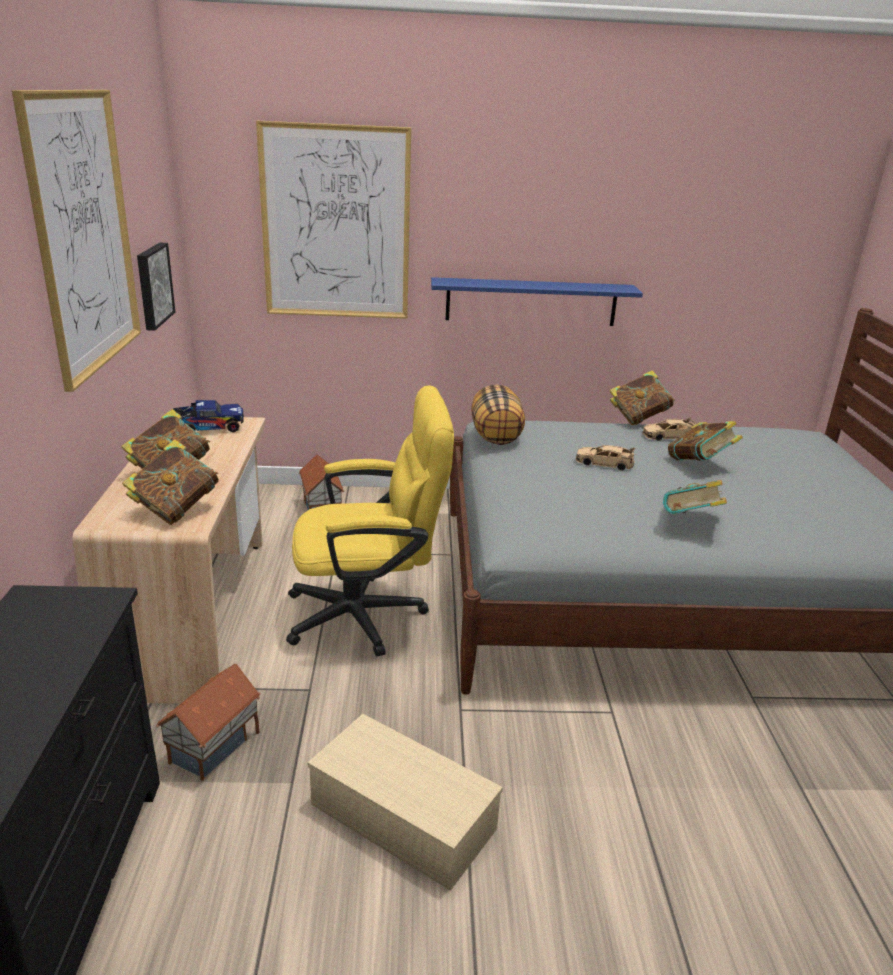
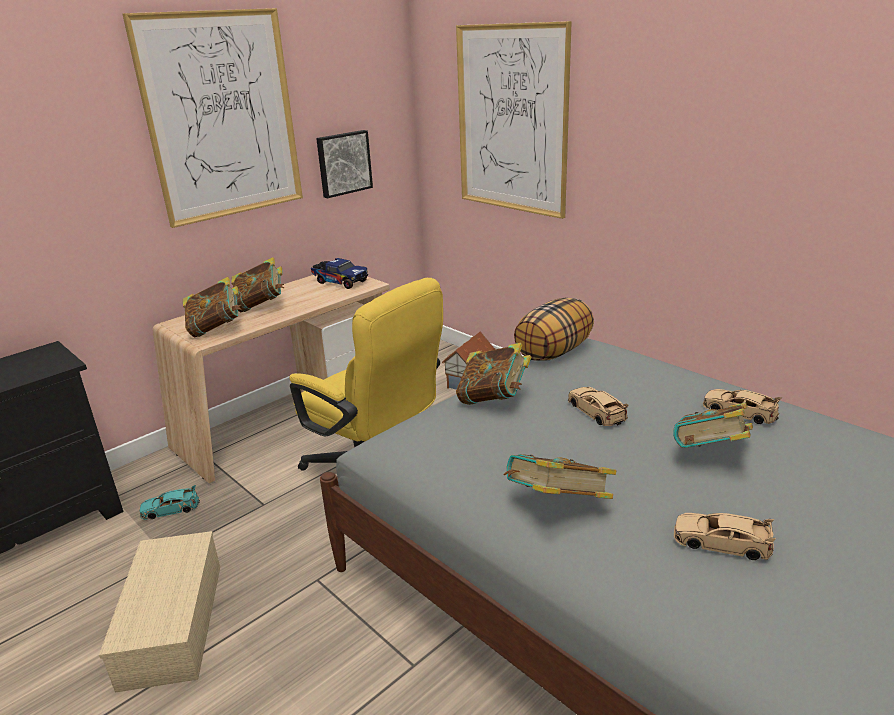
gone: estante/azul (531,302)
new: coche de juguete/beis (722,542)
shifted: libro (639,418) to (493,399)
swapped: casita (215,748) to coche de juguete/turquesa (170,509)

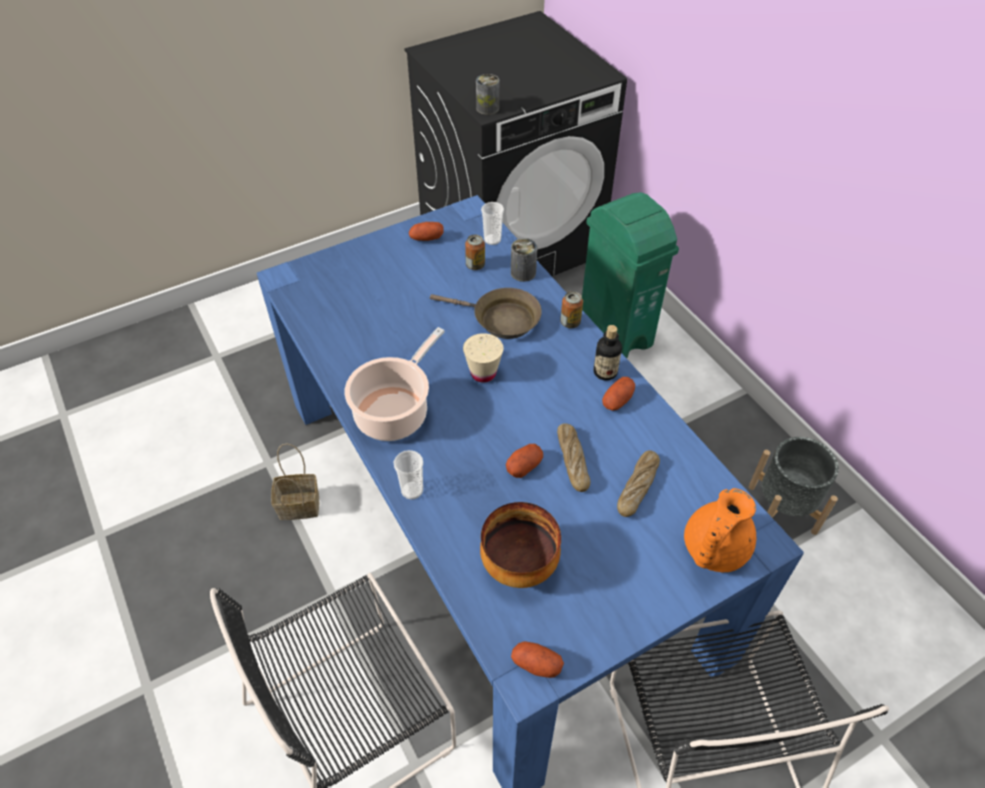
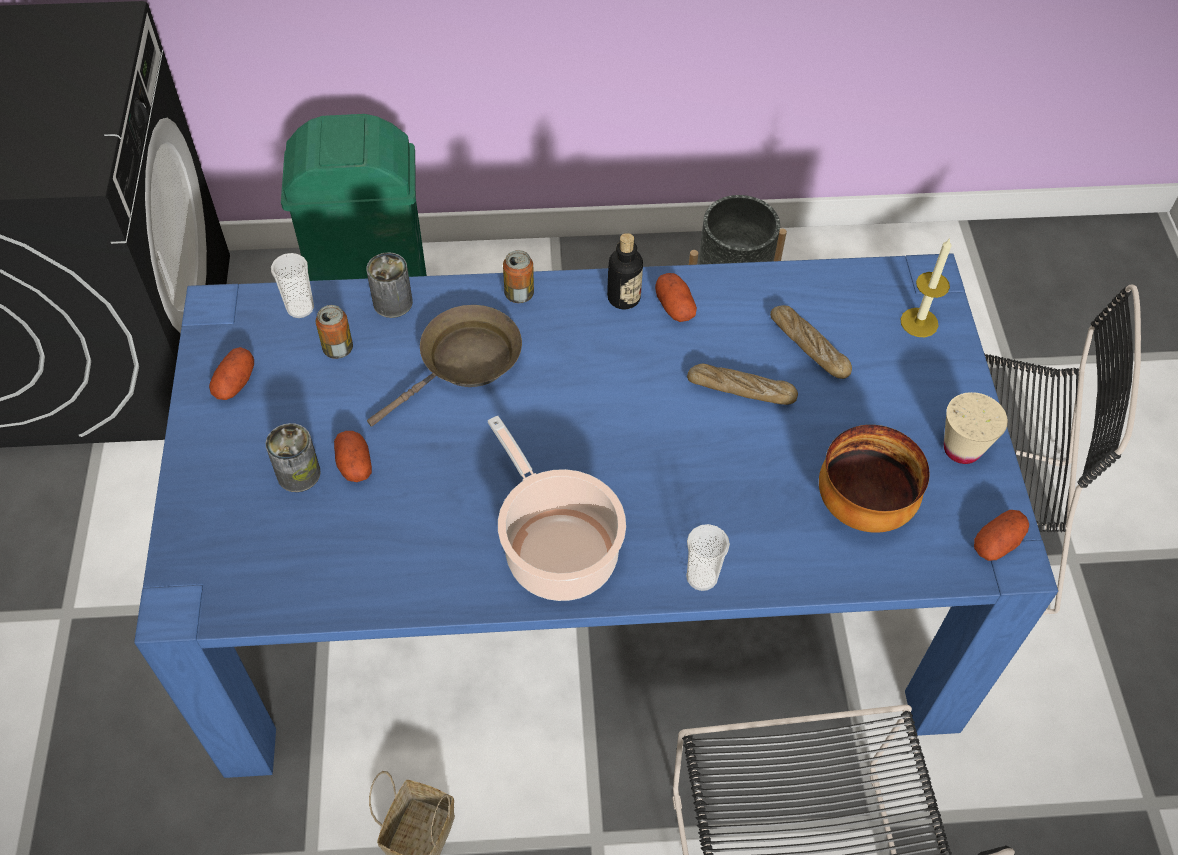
shifted: lata (487,108) to (298,473); patata (524,466) to (354,464); taza/beis (483,373) to (961,449)
swapped: tetera/naranja (712,549) to vela (919,322)

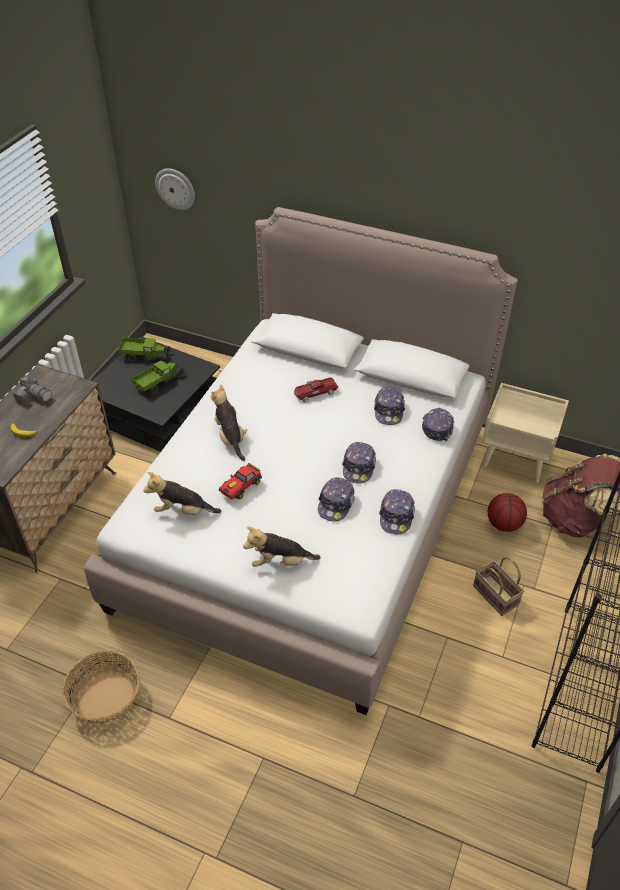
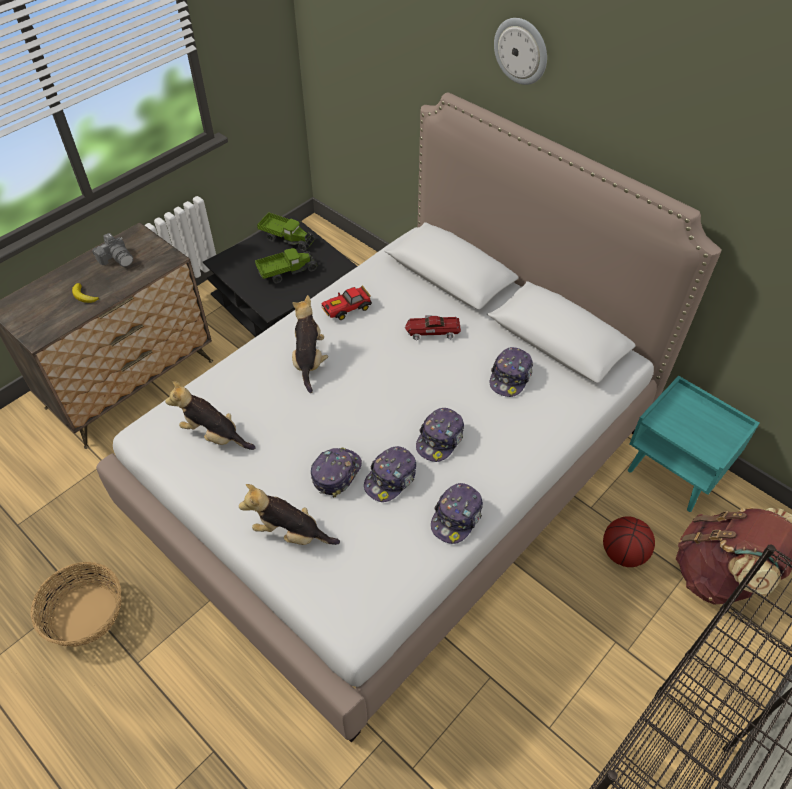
gone: cesta (494,595)
shifted: gorra (437,427) to (336,473); coche de juguete (240,487) to (346,309); reloj de pared (175,188) to (521,51)
repainted: mesita de noche/beis (516,458) to mesita de noche/turquesa (674,473)

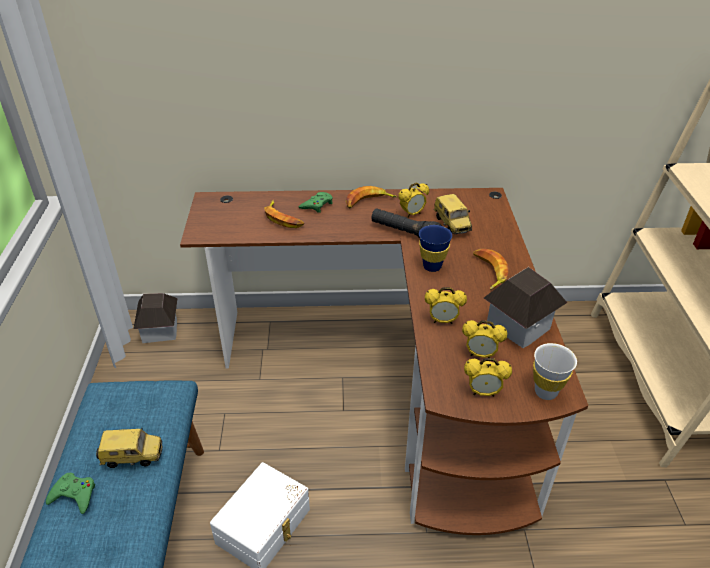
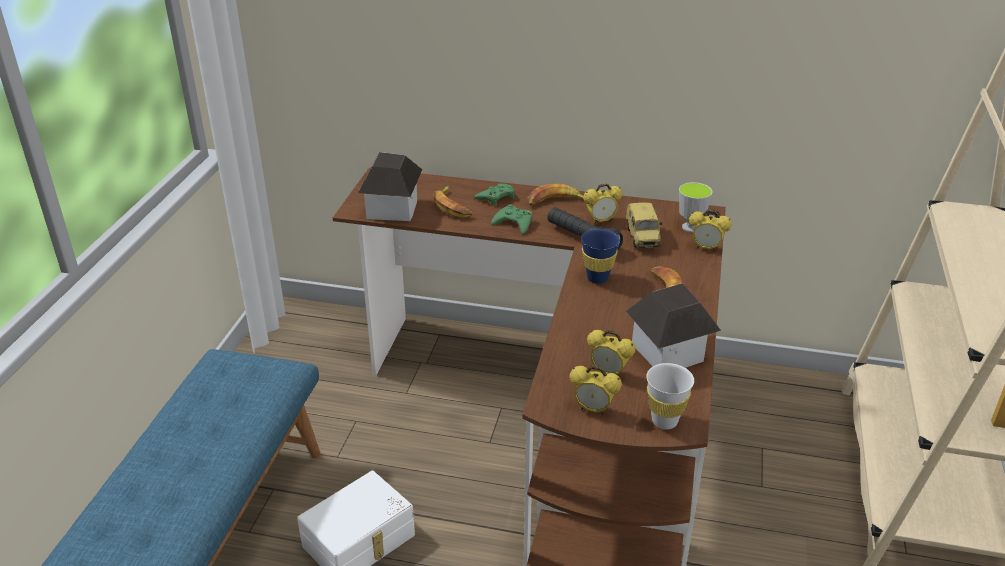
gone: coche de juguete (133,456)
new: taza (690,227)
shifted: casita (160,330) to (392,209); mando de consola/verde (74,495) to (514,223); despertador (442,321) to (706,248)

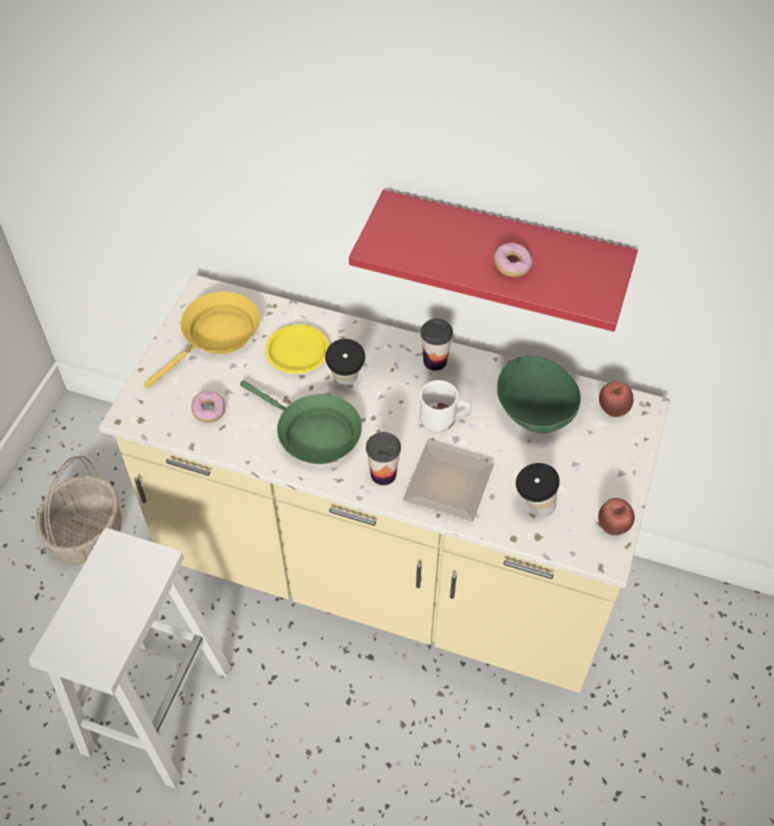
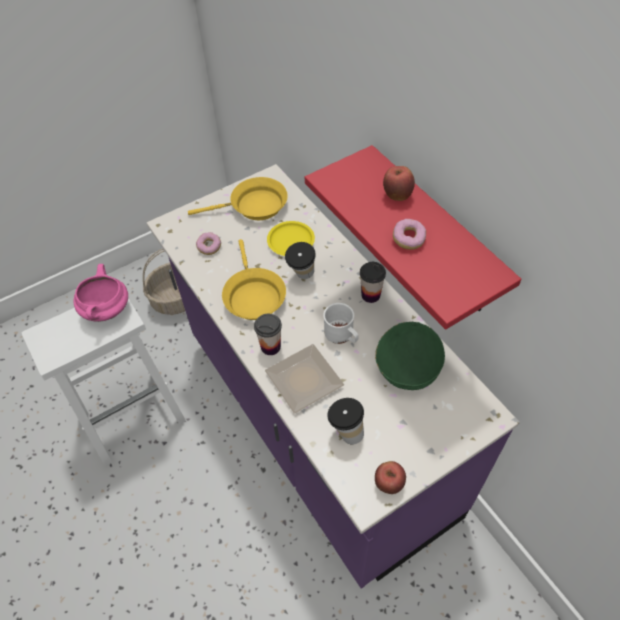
new: olla/rosa (107,311)
shifted: manzana (613,410) to (397,195)
repainted: mueble bajo de cocina/beis (387,570) to mueble bajo de cocina/morado (315,425); sartén/verde (313,434) to sartén/amarillo (253,296)

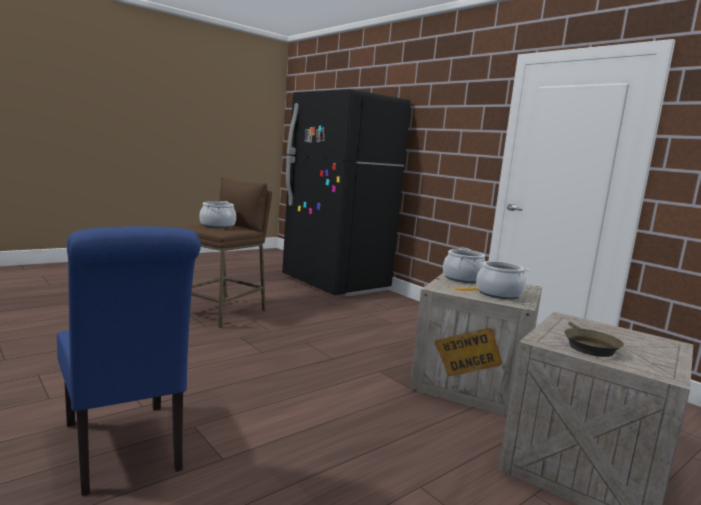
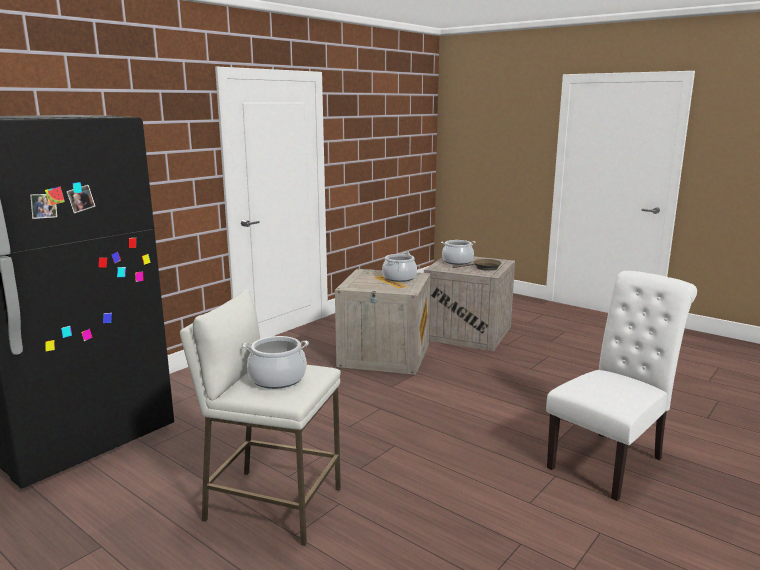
shifted: olla (463,278) to (457,261)
repainted: taburete/marrón (223,312) to taburete/blanco (272,505); silla/azul (125,450) to silla/blanco (610,460)

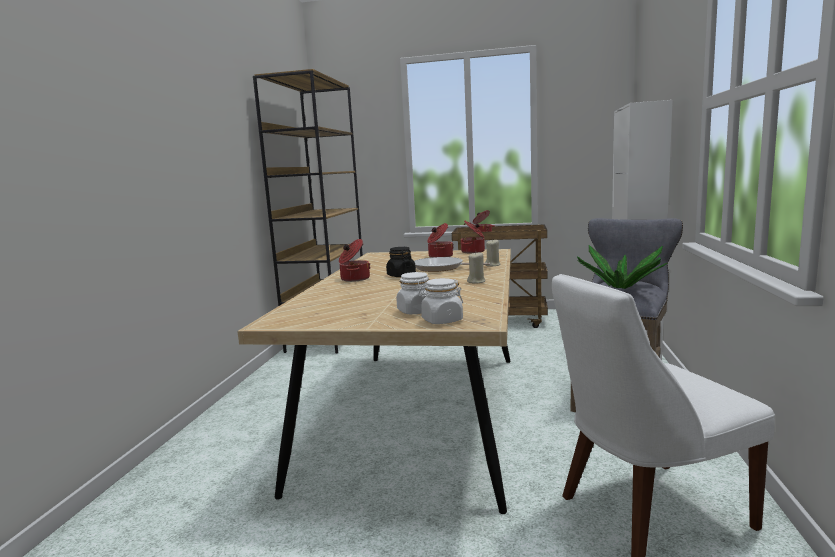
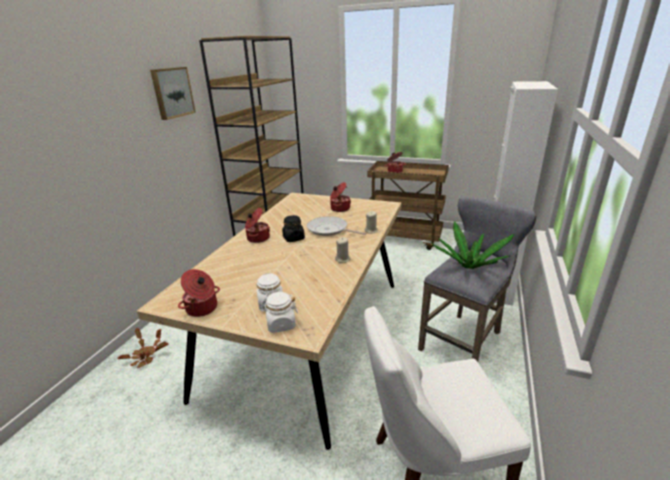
new: planta en maceta (145,356); cuadro (172,92)
shifted: olla (473,251) to (202,308)

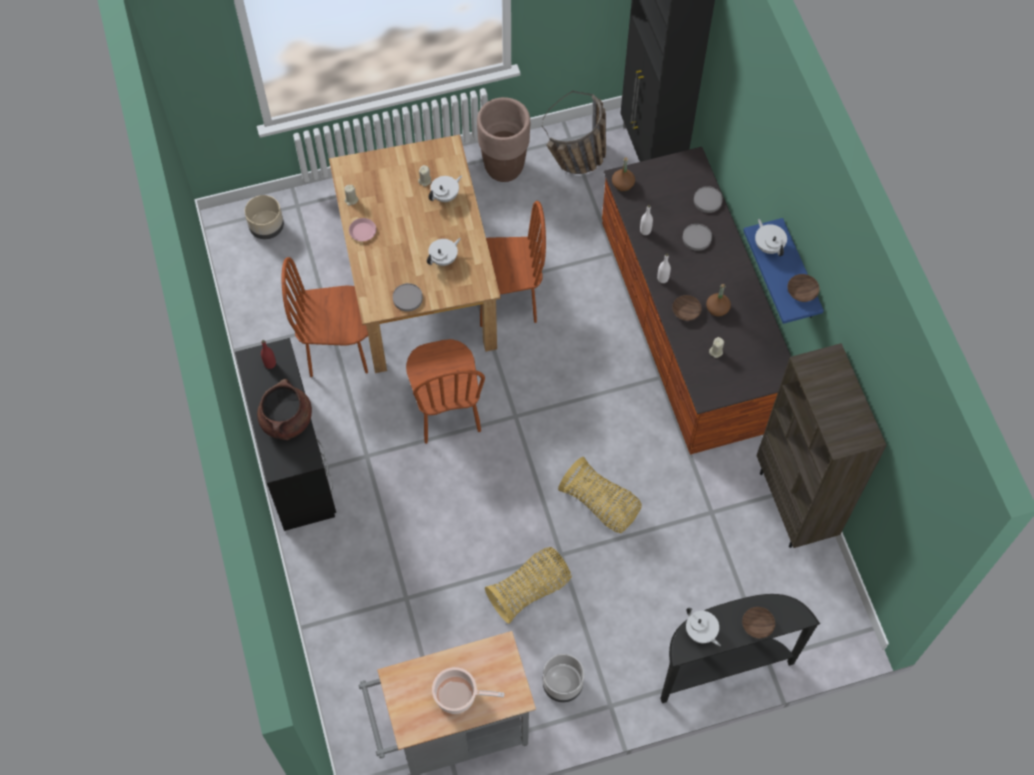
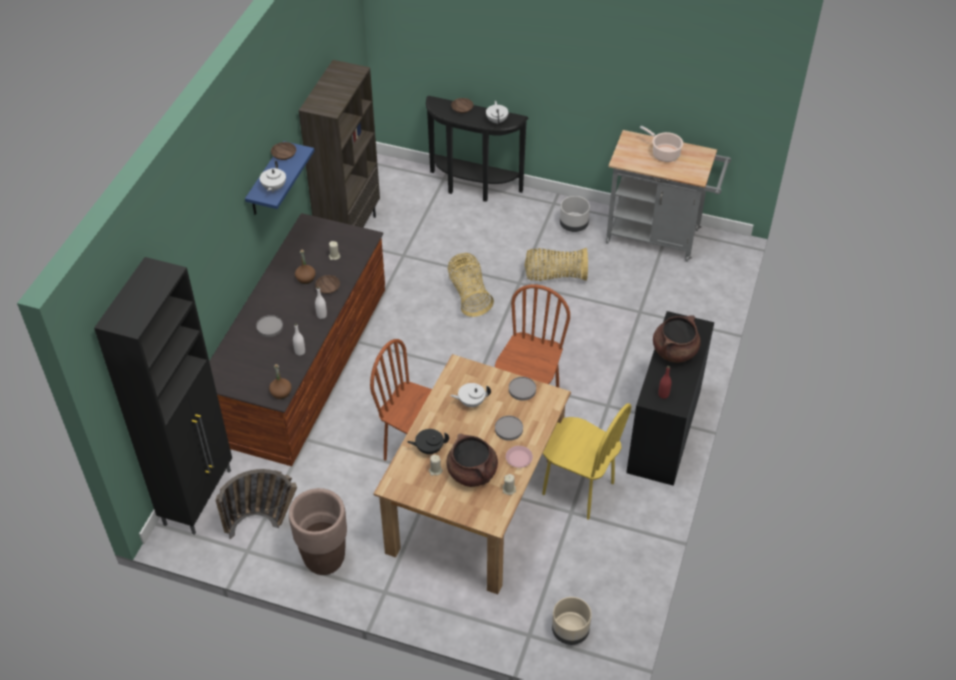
new: olla/marrón (472,473)
shifted: plato/gris (708,200) to (508,429)
repainted: tetera/blanco (445,196) to tetera/negro (429,448); silla/marrón (339,351) to silla/amarillo (578,489)

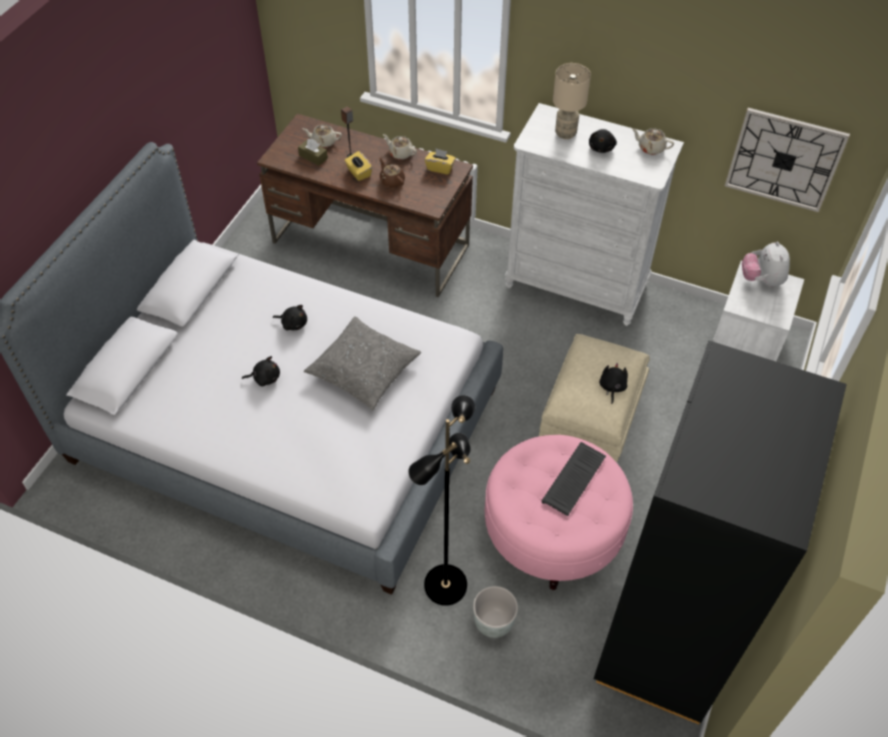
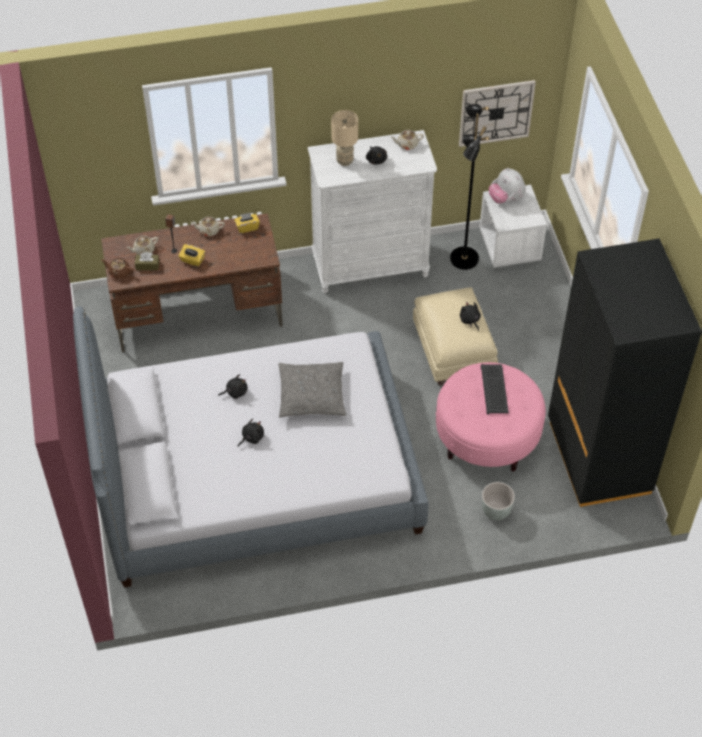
shifted: tetera/marrón (392,181) to (119,272); lámpara de pie/negro (444,584) to (463,258)

